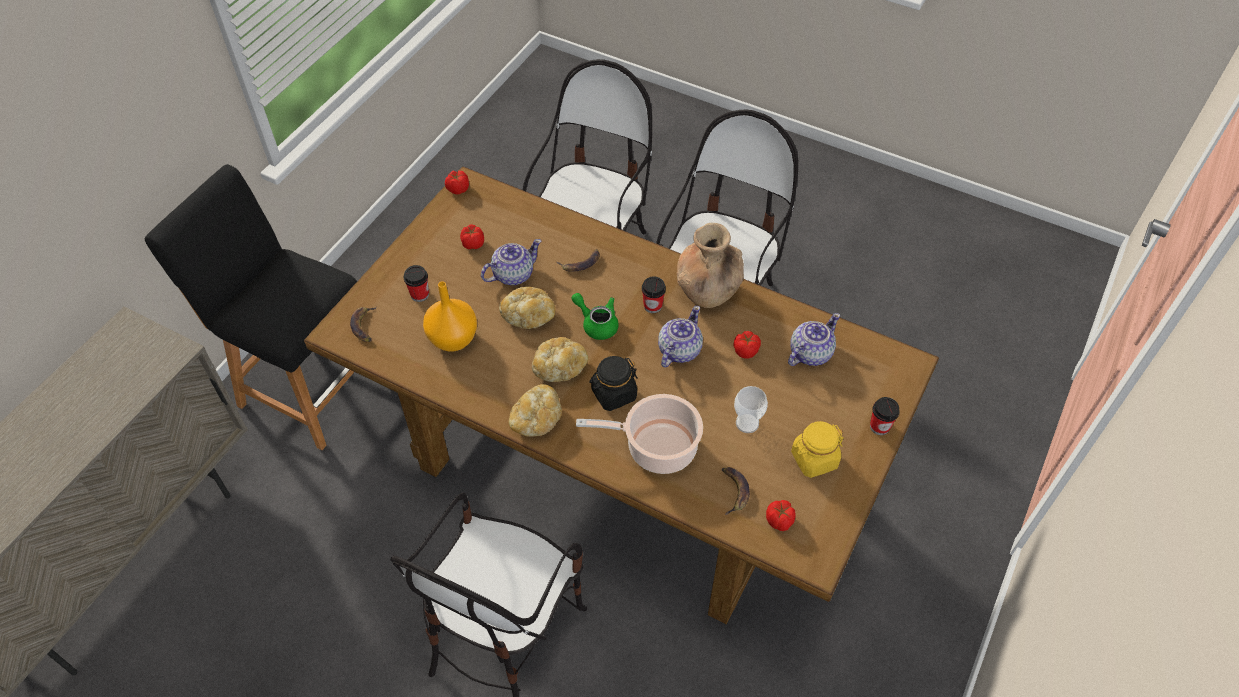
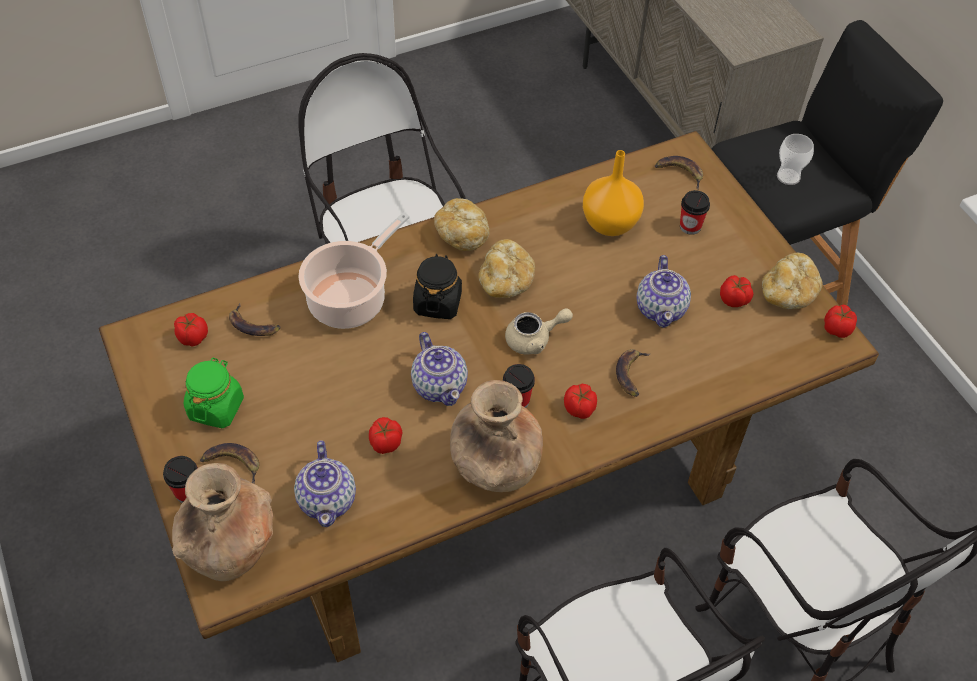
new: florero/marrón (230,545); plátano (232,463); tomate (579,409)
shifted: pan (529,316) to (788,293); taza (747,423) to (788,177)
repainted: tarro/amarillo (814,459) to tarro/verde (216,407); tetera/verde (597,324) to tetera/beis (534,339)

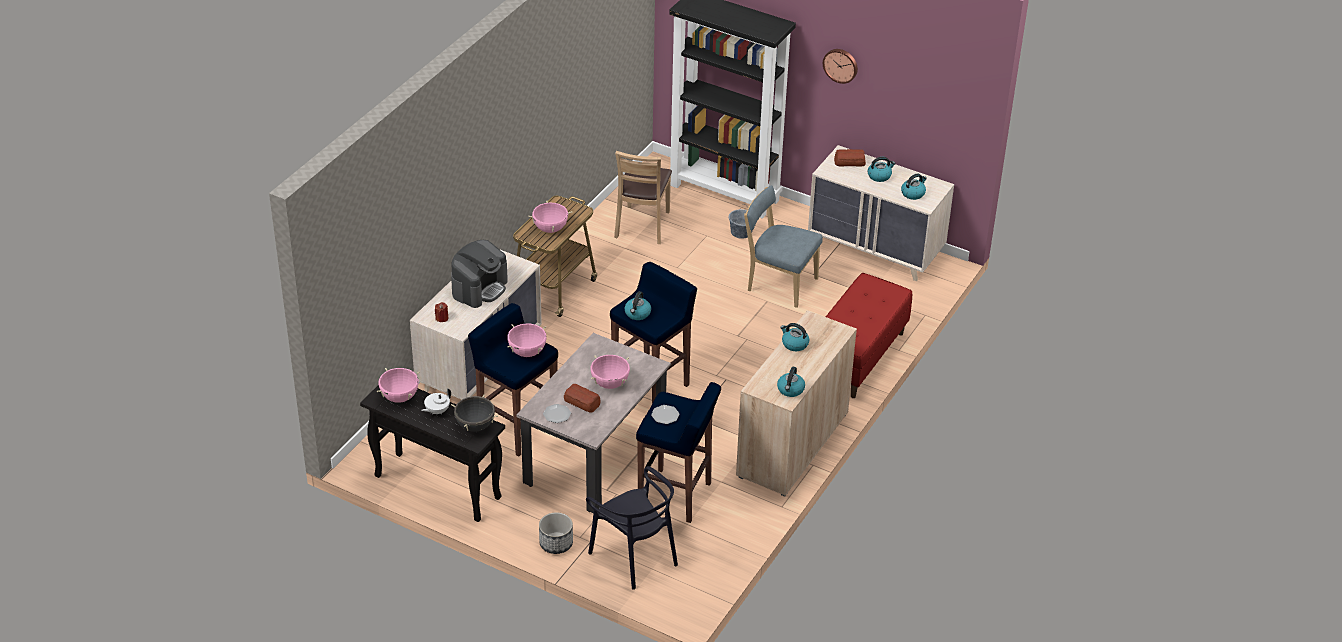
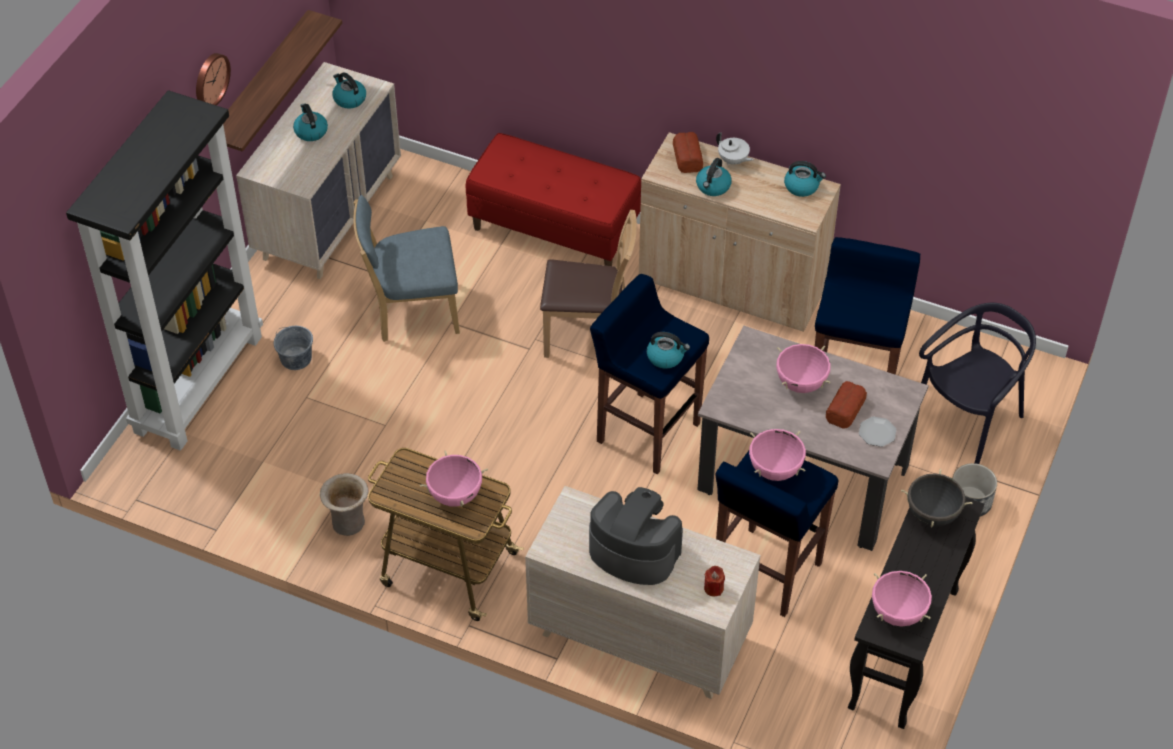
gone: plato (665,415)
new: estante (260,86); florero/beis (348,522)
shifted: silla/marrón (642,225) to (589,337); pan (849,161) to (687,157); tetera/blanco (437,411) to (733,161)
rotated: silla/azul (779,284) = (411,311) 60 degrees clockwise

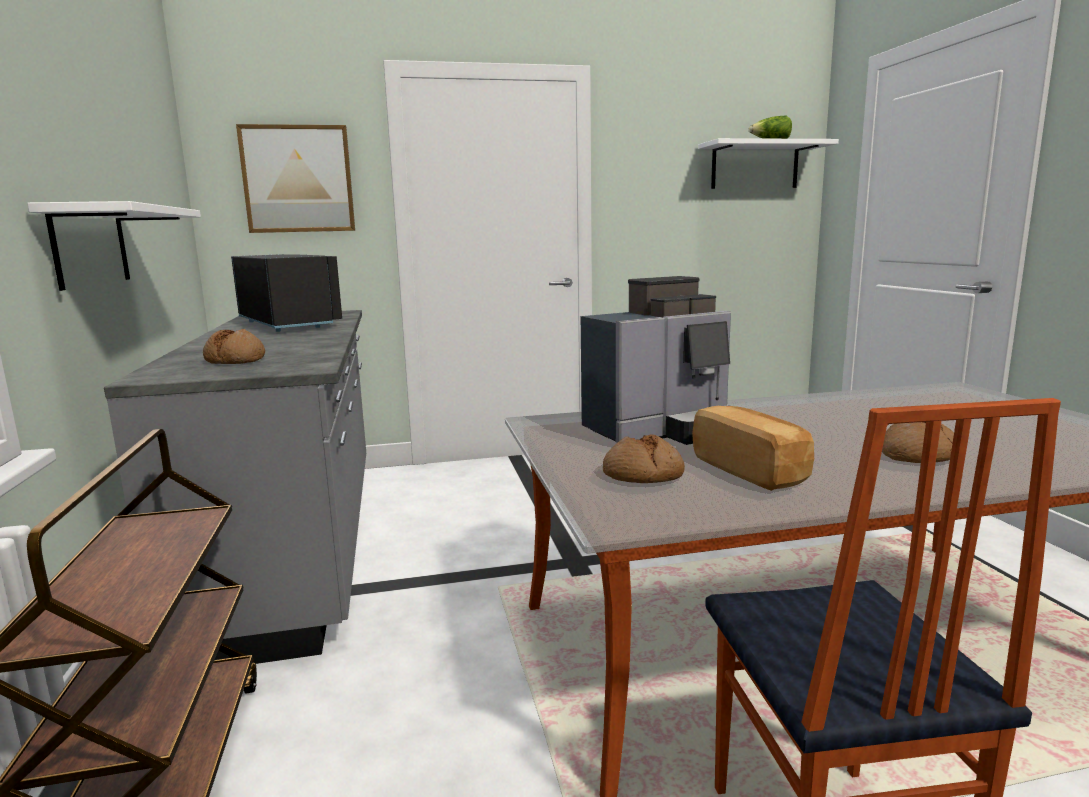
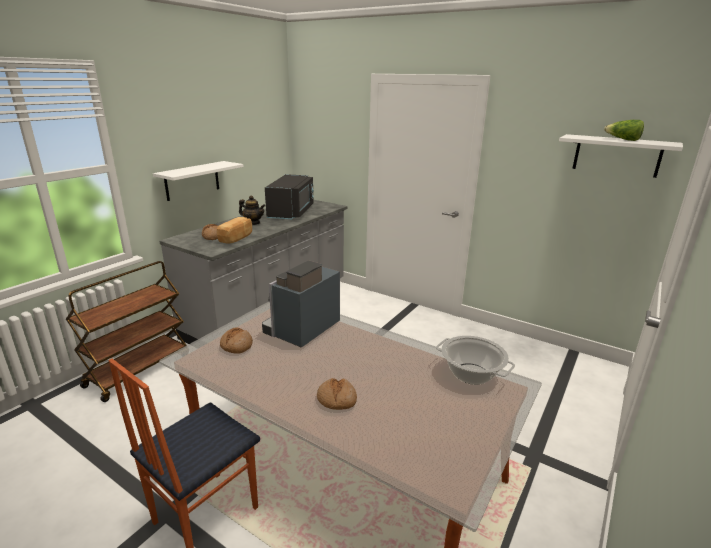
gone: cuadro (298,179)
new: tetera (253,223); olla (471,374)
shifted: pan (750,470) to (237,238)
rotated: cafetera (663,430) = (301,330) 105 degrees clockwise

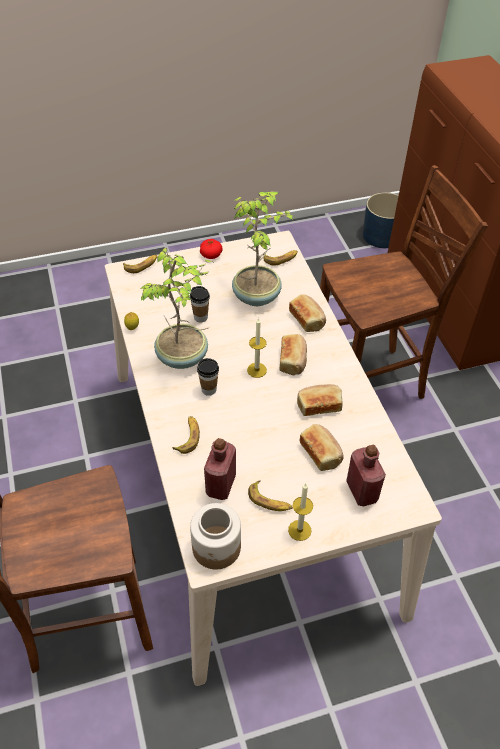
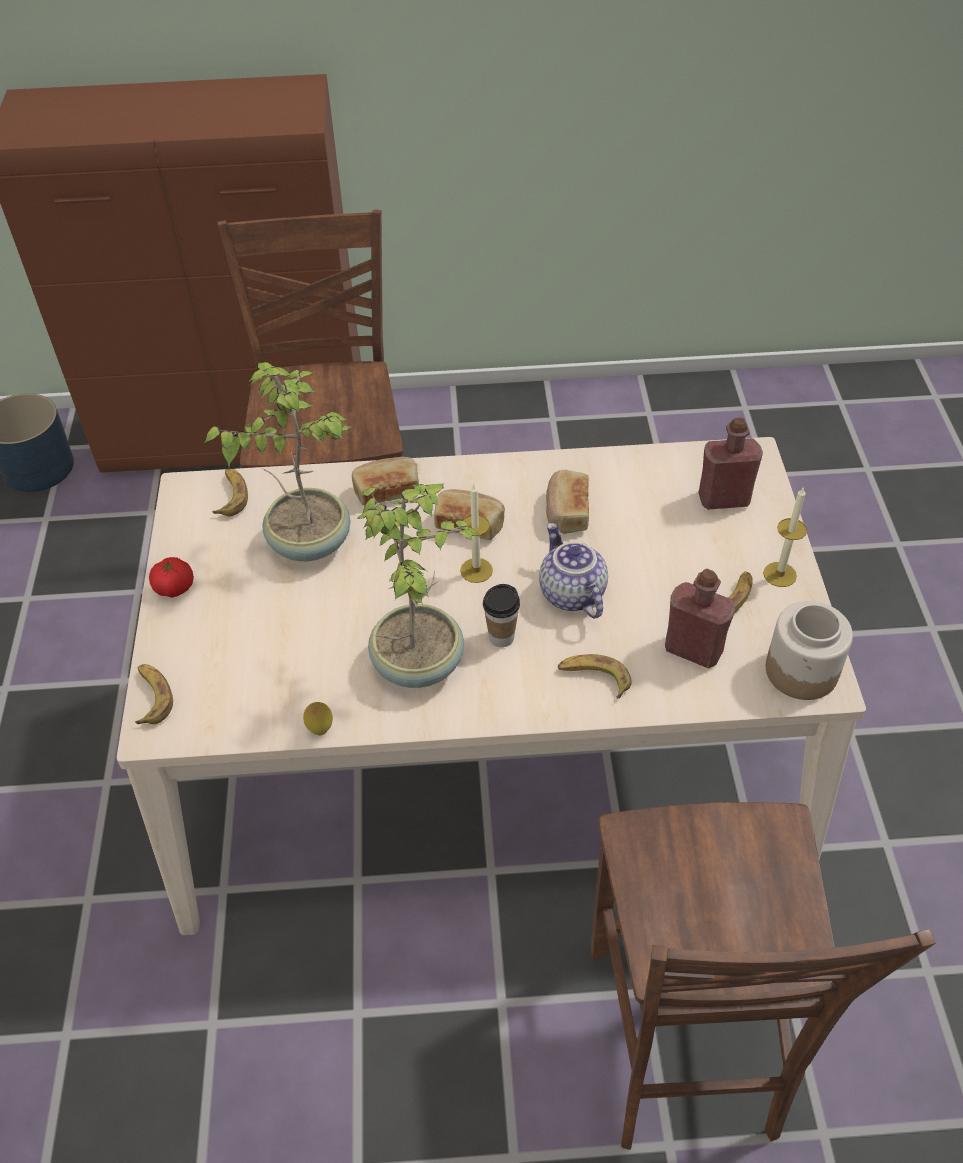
gone: taza (200,317); pan (321,453)
new: tetera (570,594)

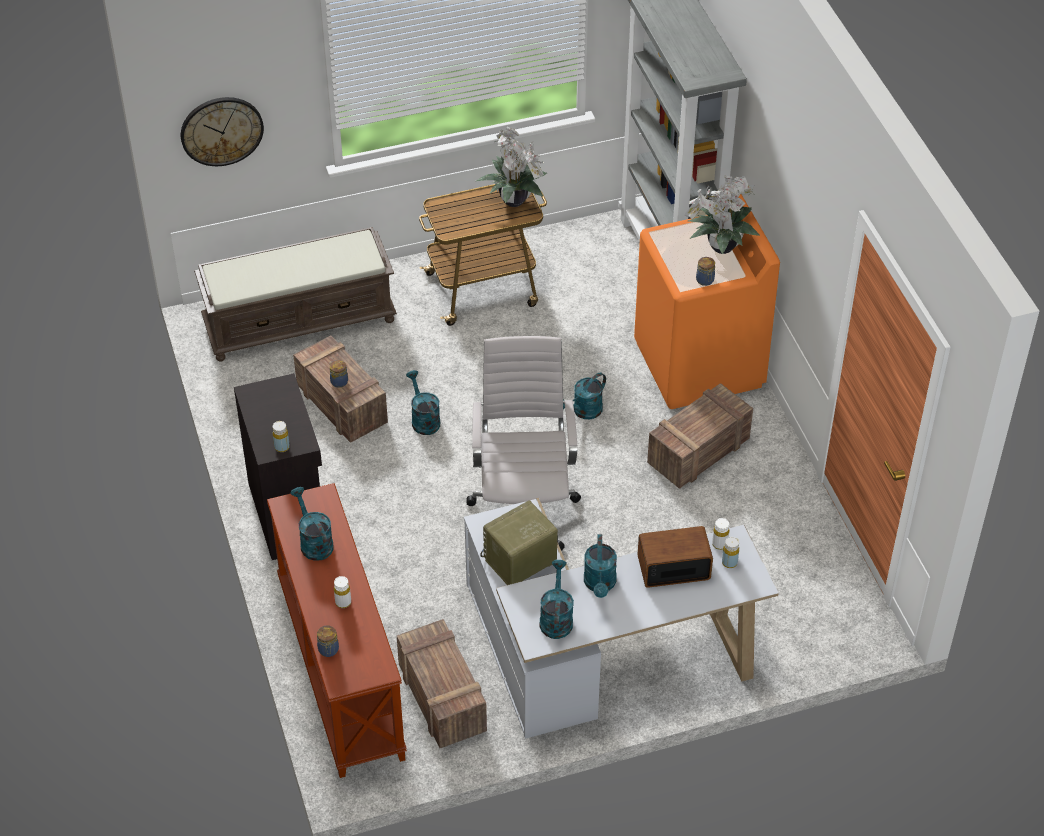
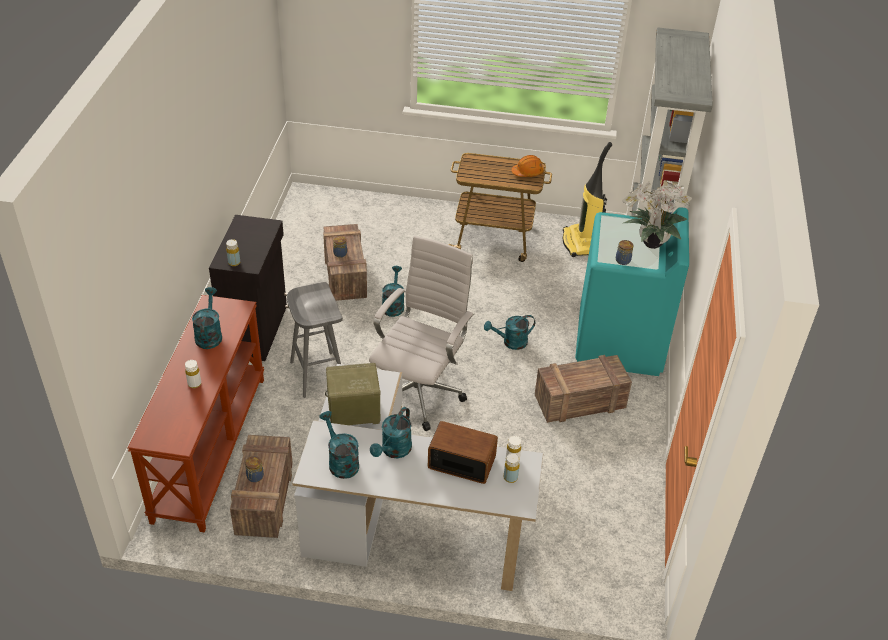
gone: reloj de pared (221,130); banco/marrón (300,321)
new: taburete/gris (317,374); aspiradora (579,243)
shifted: tarro (328,650) to (254,477)
swapped: planta en maceta (513,199) to casco/naranja (527,172)
repainted: lavadora/naranja (699,365) to lavadora/turquesa (620,343)
rotated: regadera/turquesa (556,618) = (340,461) 60 degrees counterclockwise

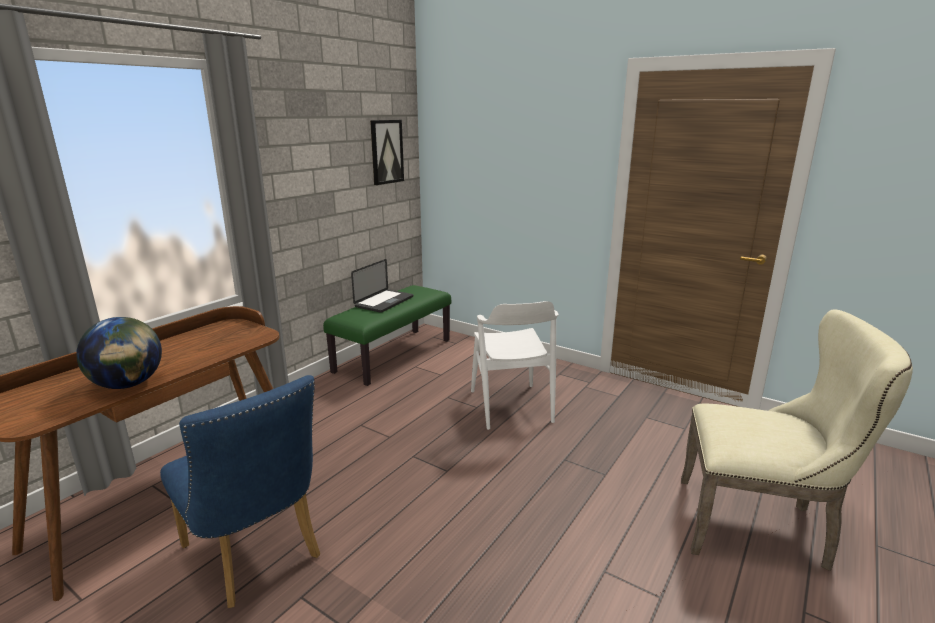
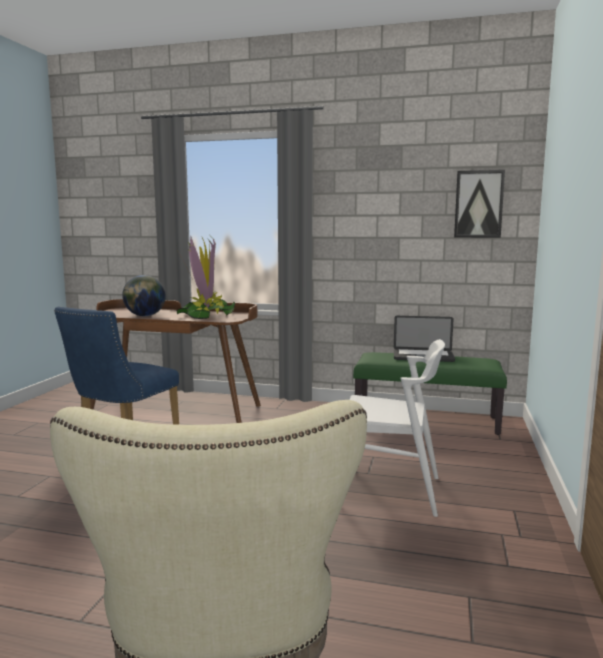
new: planta en maceta (206,315)
rotated: silla/blanco (510,406) = (390,490) 135 degrees counterclockwise

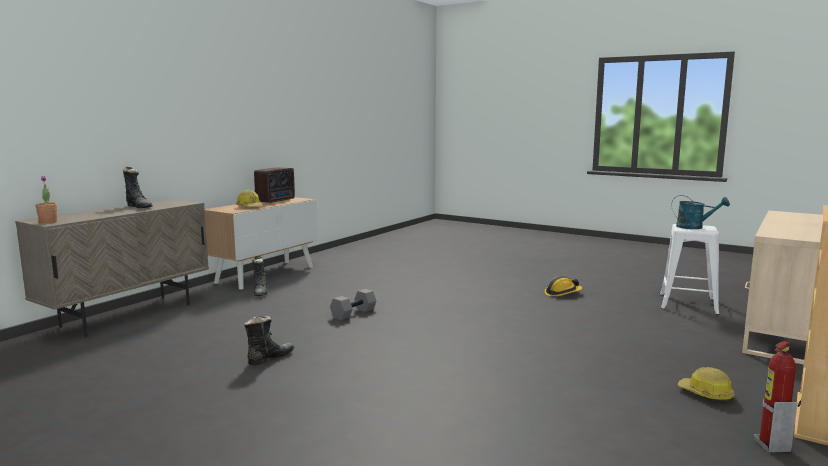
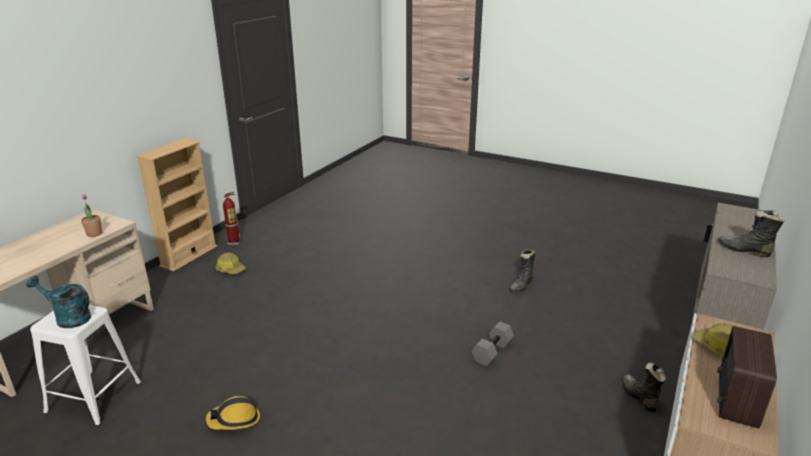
shifted: planta en maceta (48,222) to (94,234)

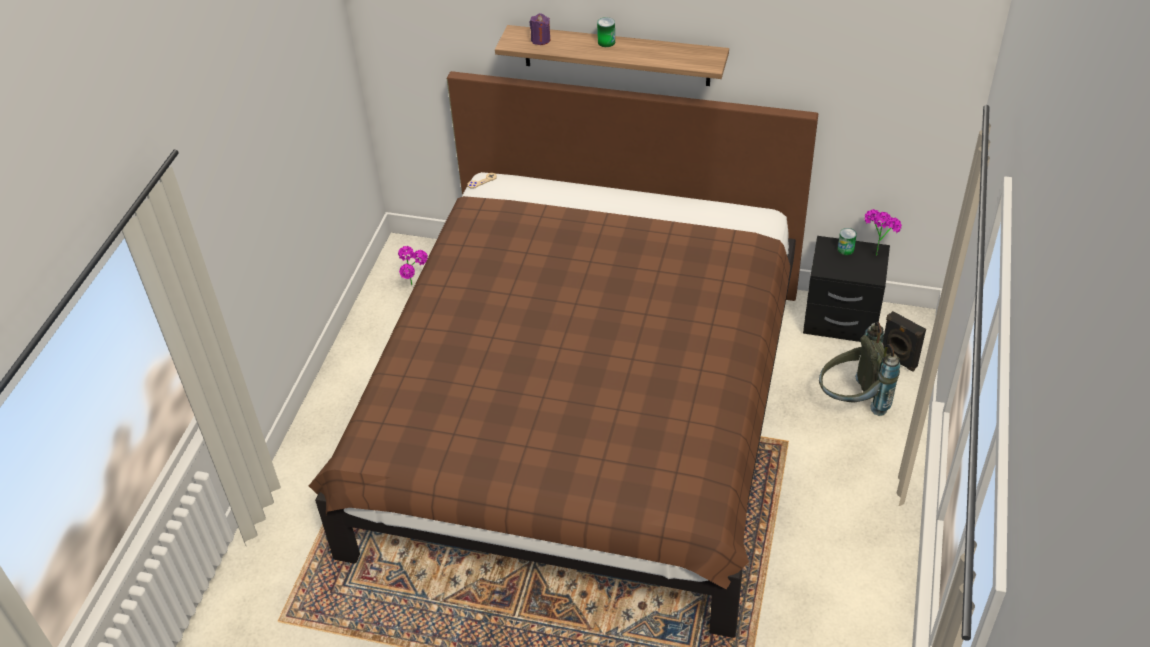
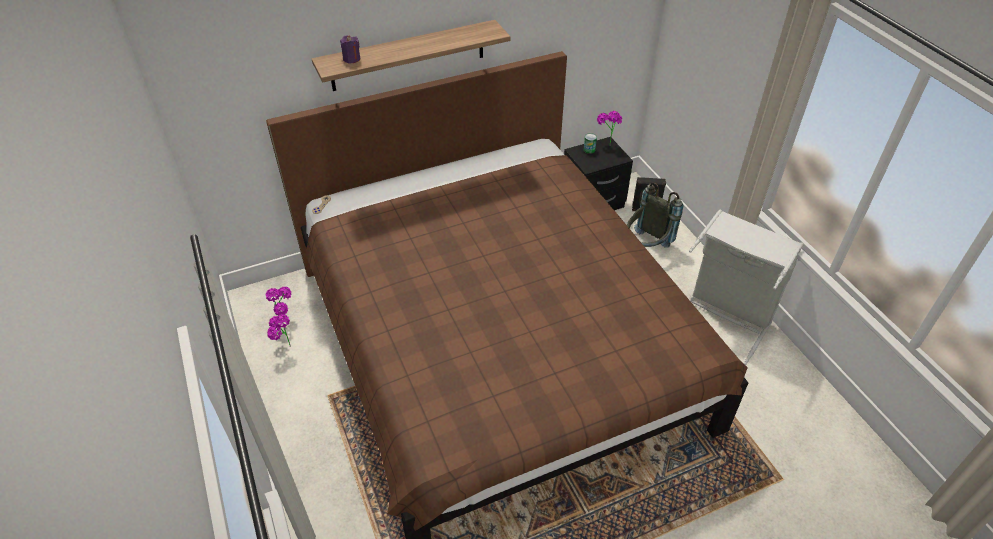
gone: lata (606,42)
new: planta en maceta (284,347); cesto de la ropa/gris (724,319)

